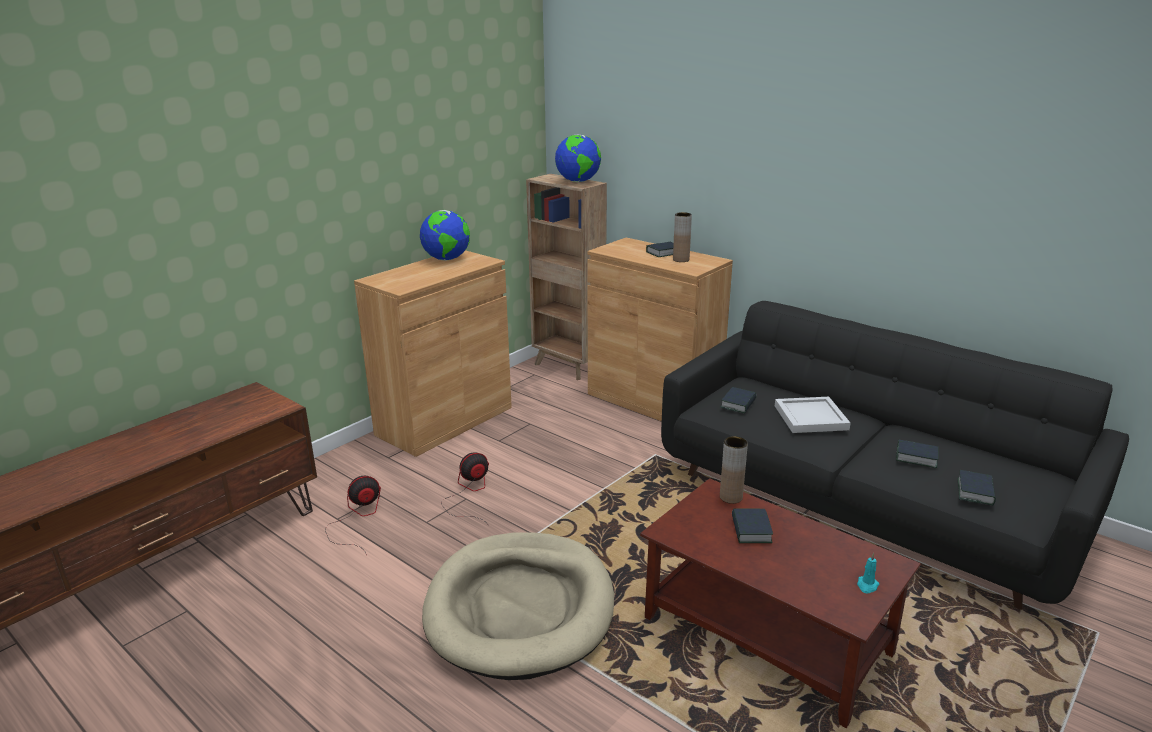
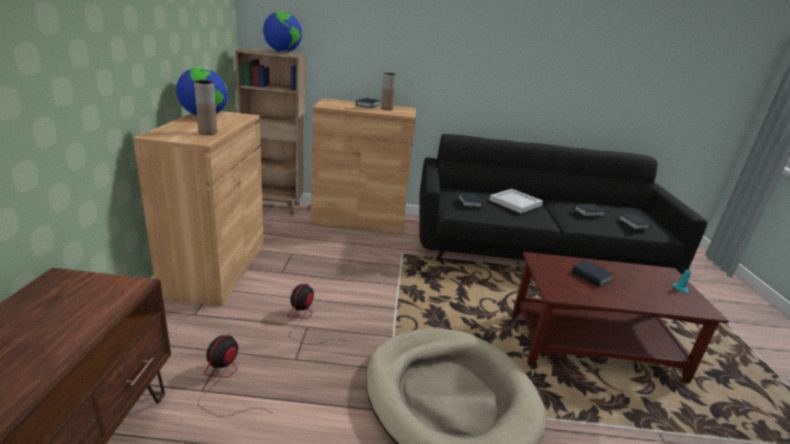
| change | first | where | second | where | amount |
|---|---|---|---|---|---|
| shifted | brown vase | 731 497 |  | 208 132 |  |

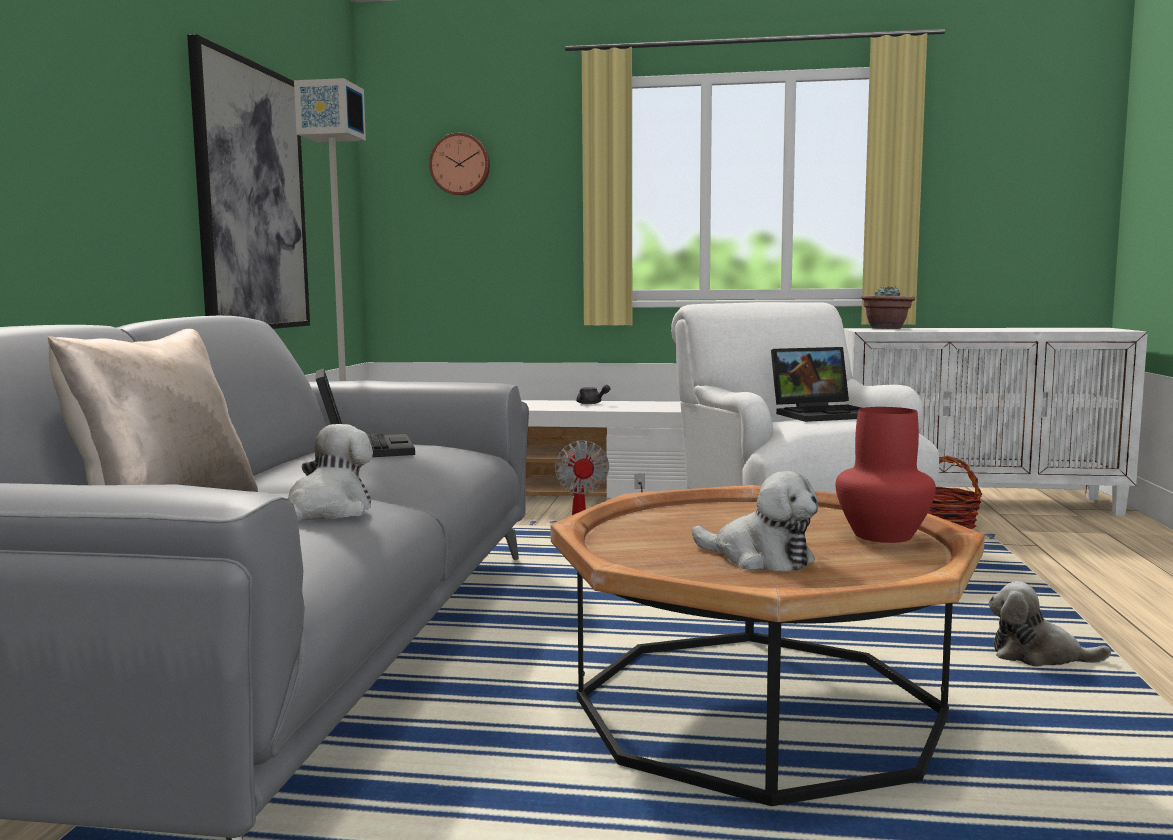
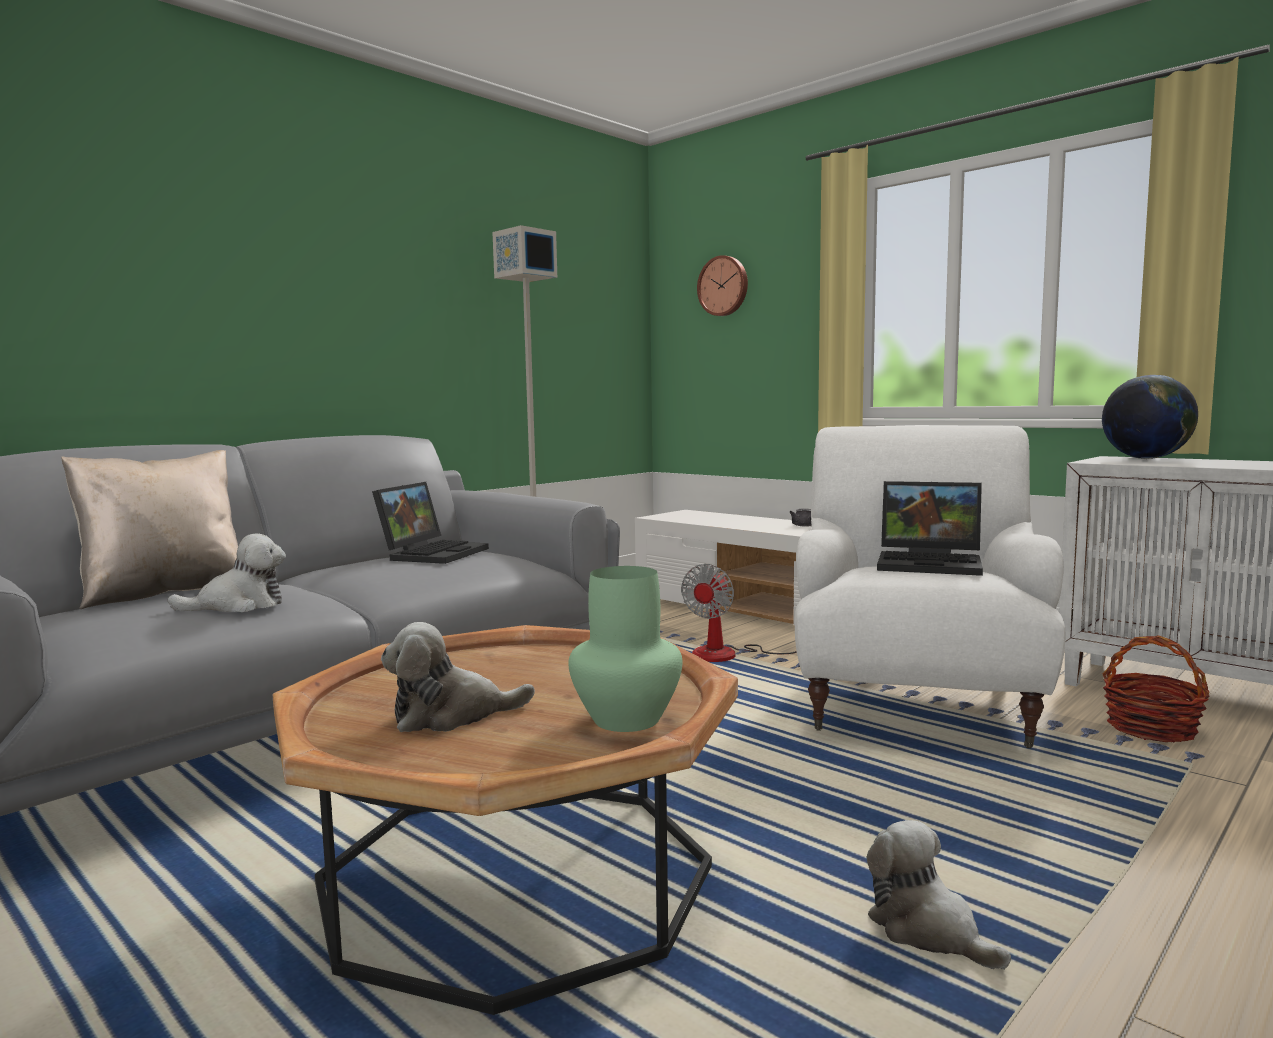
| change | first | where | second | where | amount |
|---|---|---|---|---|---|
| gone | wall picture | 251 198 |  |  |  |
| swapped | potted plant | 886 328 | desk globe | 1146 459 |  |
| repainted | red-coloured vase | 881 535 | green vase | 625 719 |  |
| rotated | cuddly toy | 759 558 |  | 451 715 | 90 degrees clockwise |

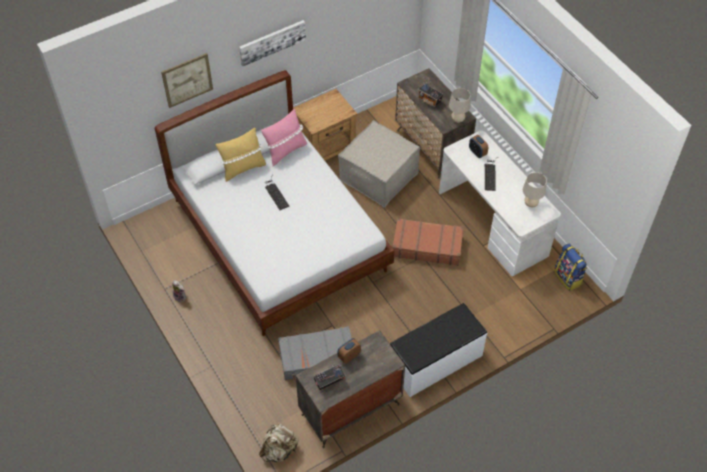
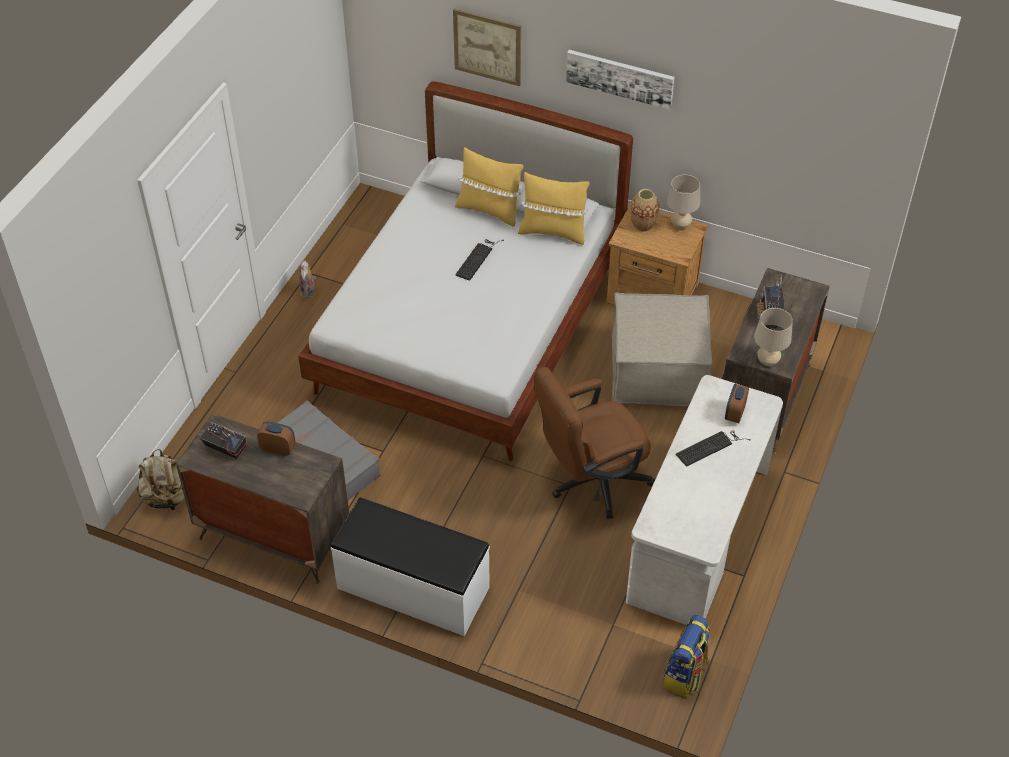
| change | first | where | second | where | amount |
|---|---|---|---|---|---|
| repainted | pink-coloured throw pillow | 285 151 | yellow throw pillow | 553 232 |  |
| shifted | beige table lamp | 531 204 |  | 680 225 |  |
| swapped | brown piece of luggage | 427 246 | brown office chair | 590 482 |  |
| new |  |  | vase | 643 224 |  |

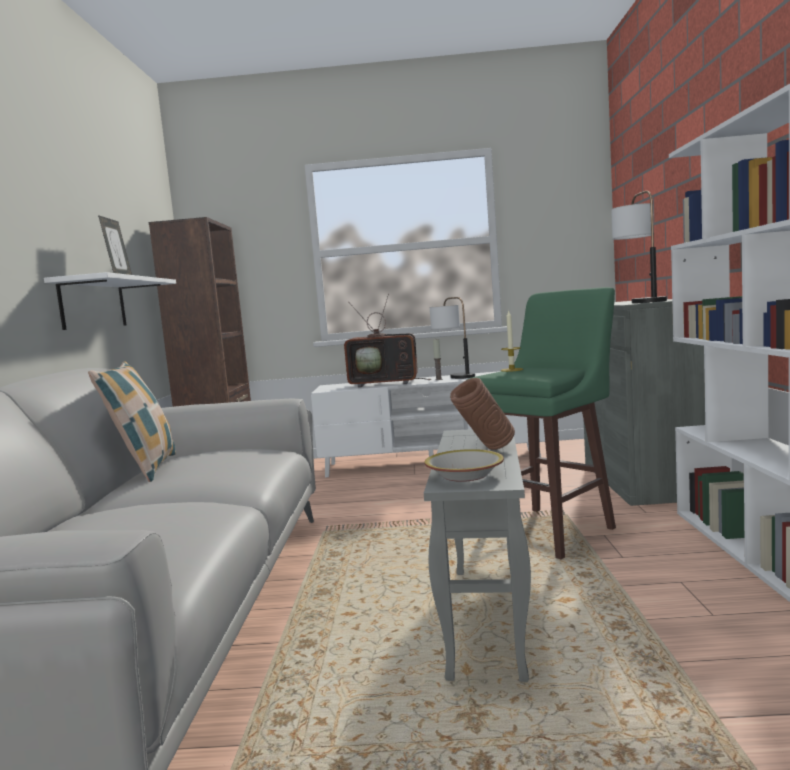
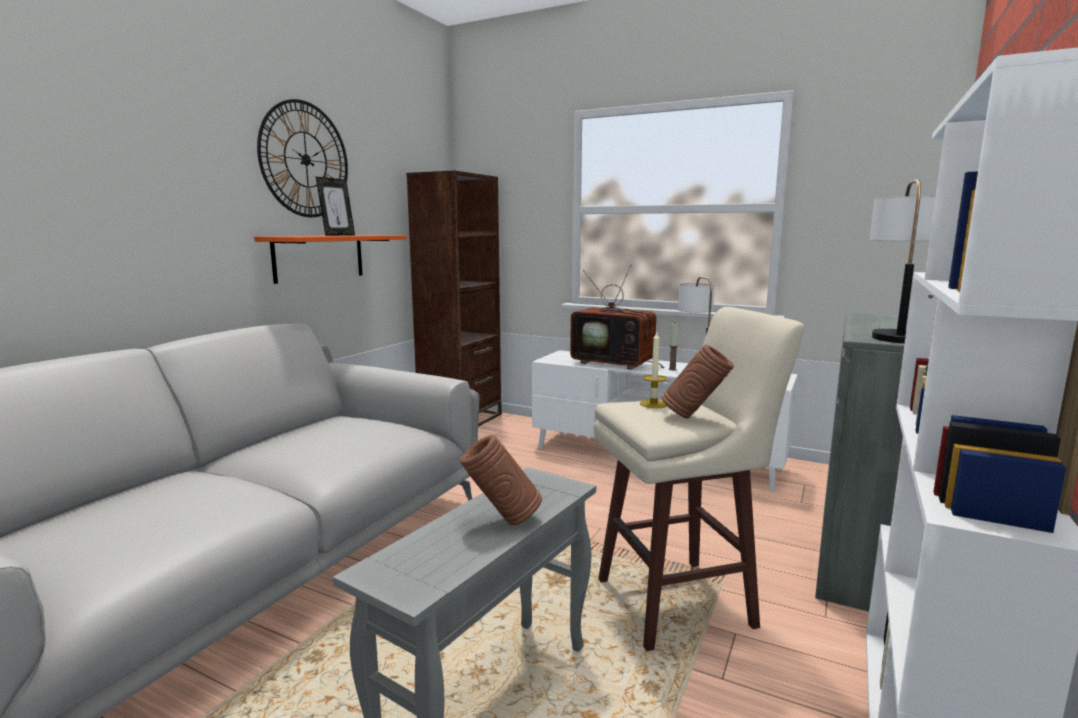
| change | first | where | second | where | amount |
|---|---|---|---|---|---|
| repainted | white bracket shelf | 93 304 | orangey bracket shelf | 319 257 |  |
| repainted | green sitting stool | 550 531 | beige sitting stool | 679 602 |  |
| gone | throw pillow | 145 469 |  |  |  |
| gone | deep dish | 465 475 |  |  |  |
| new |  |  | wall clock | 305 159 |  |
| new |  |  | brown vase | 695 418 |  |

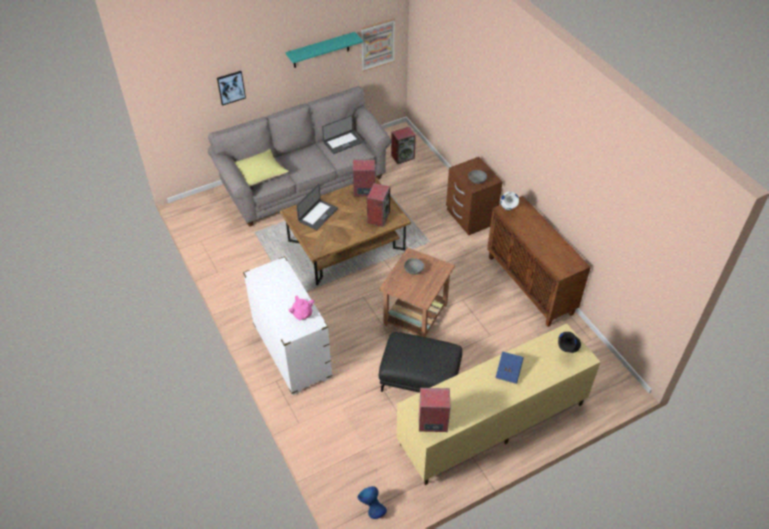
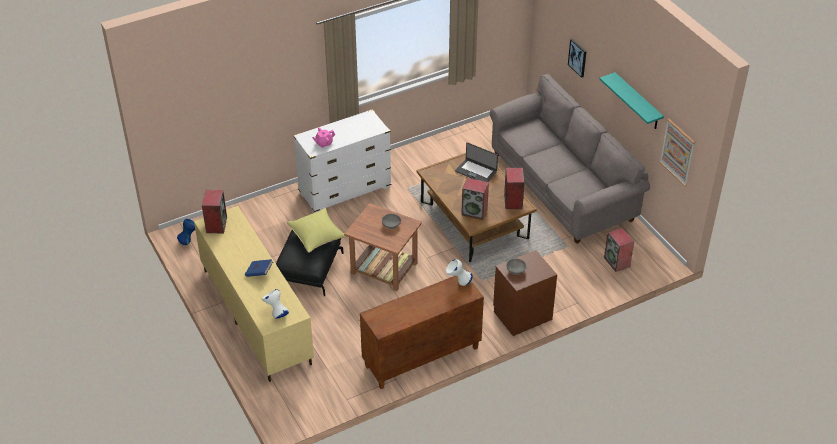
| change | first | where | second | where | amount |
|---|---|---|---|---|---|
| gone | laptop | 342 142 |  |  |  |
| shifted | yellow throw pillow | 260 174 |  | 317 237 |  |
| repainted | black-coloured vase | 567 352 | white vase | 276 313 |  |

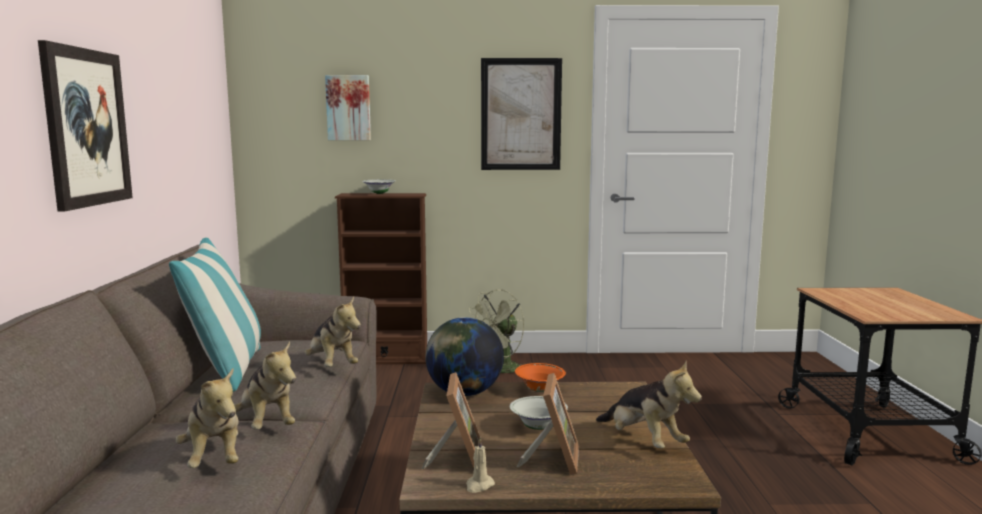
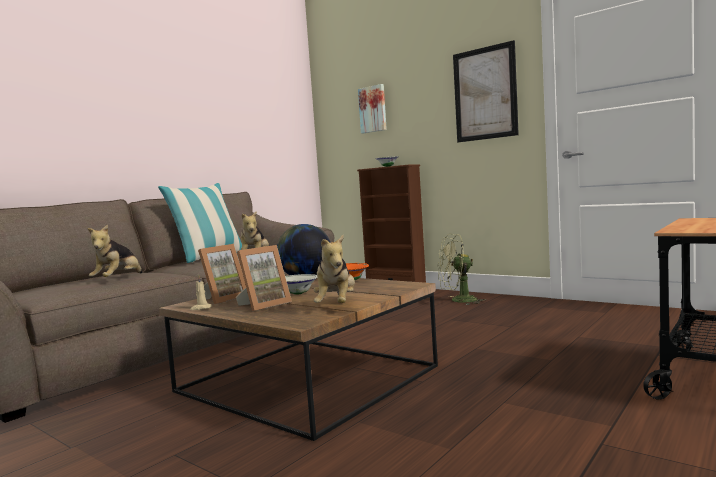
| change | first | where | second | where | amount |
|---|---|---|---|---|---|
| gone | wall picture | 86 127 |  |  |  |
| gone | cuddly toy | 267 424 |  |  |  |

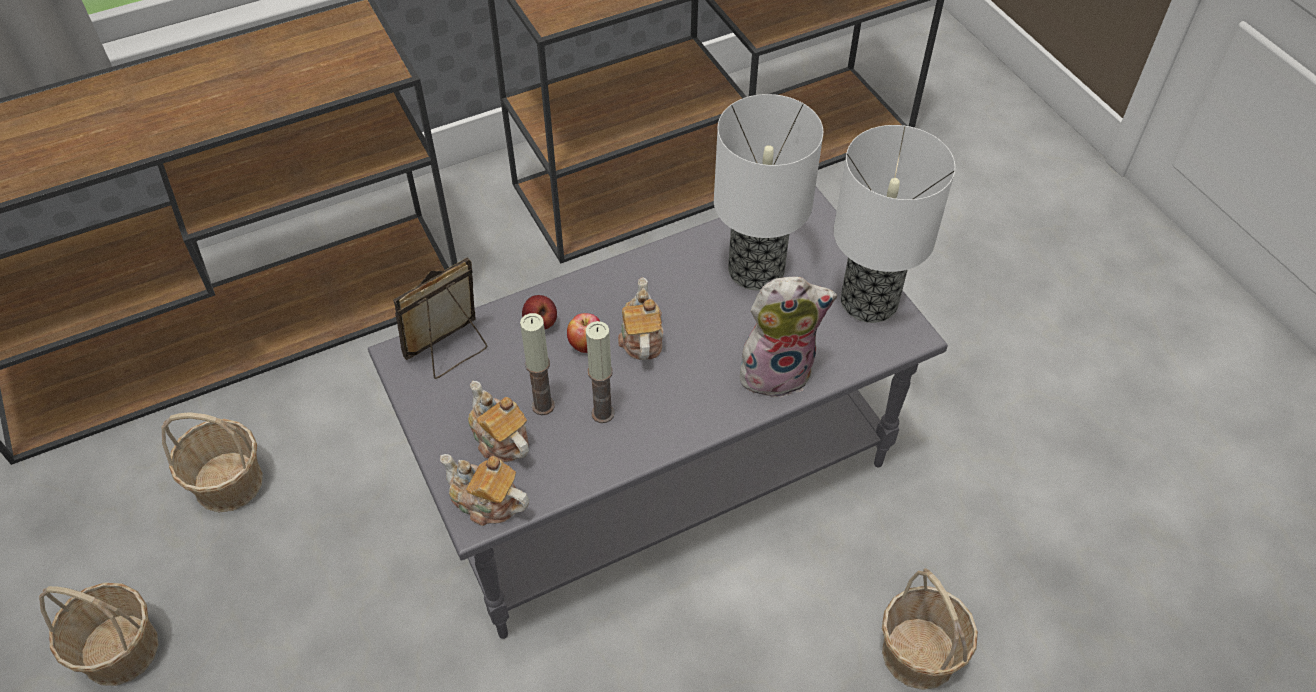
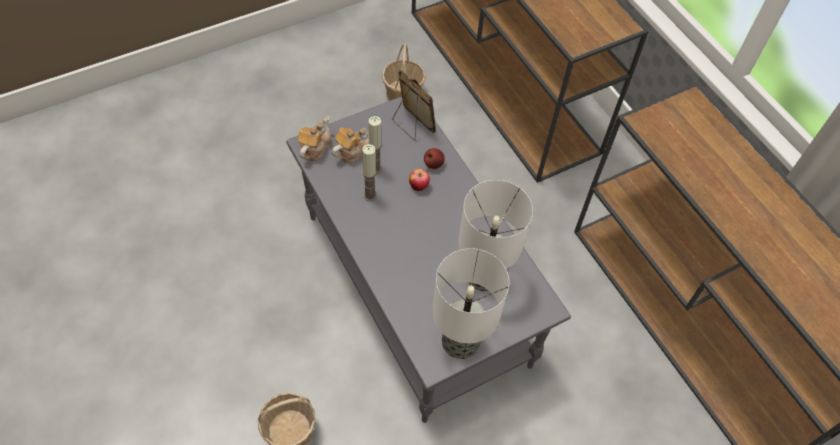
| change | first | where | second | where | amount |
|---|---|---|---|---|---|
| gone | pot for tea | 641 337 |  |  |  |
| gone | cuddly toy | 777 370 |  |  |  |
| gone | household basket | 120 649 |  |  |  |

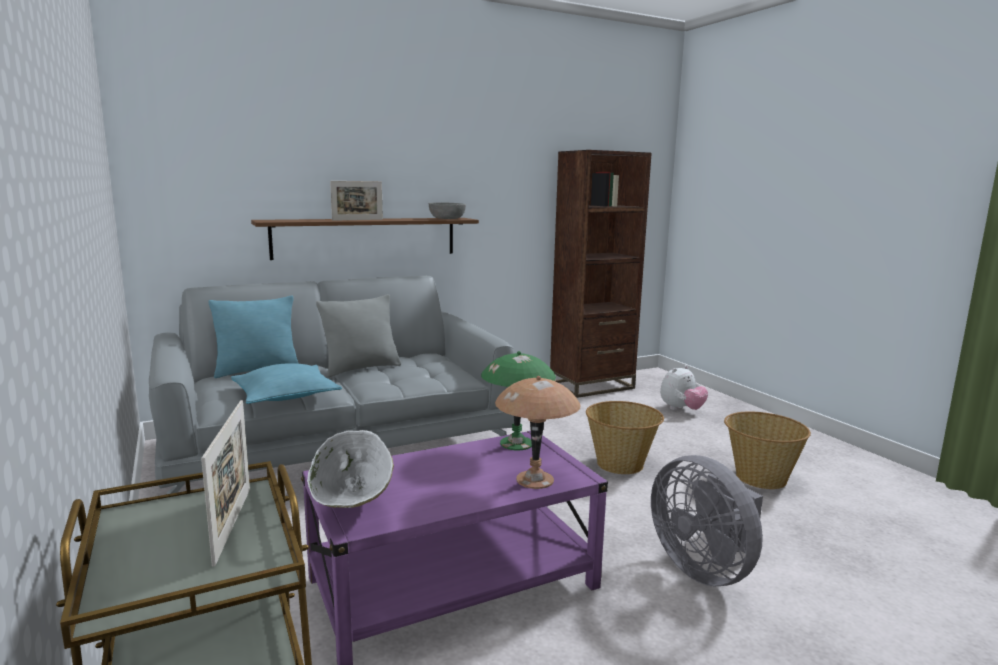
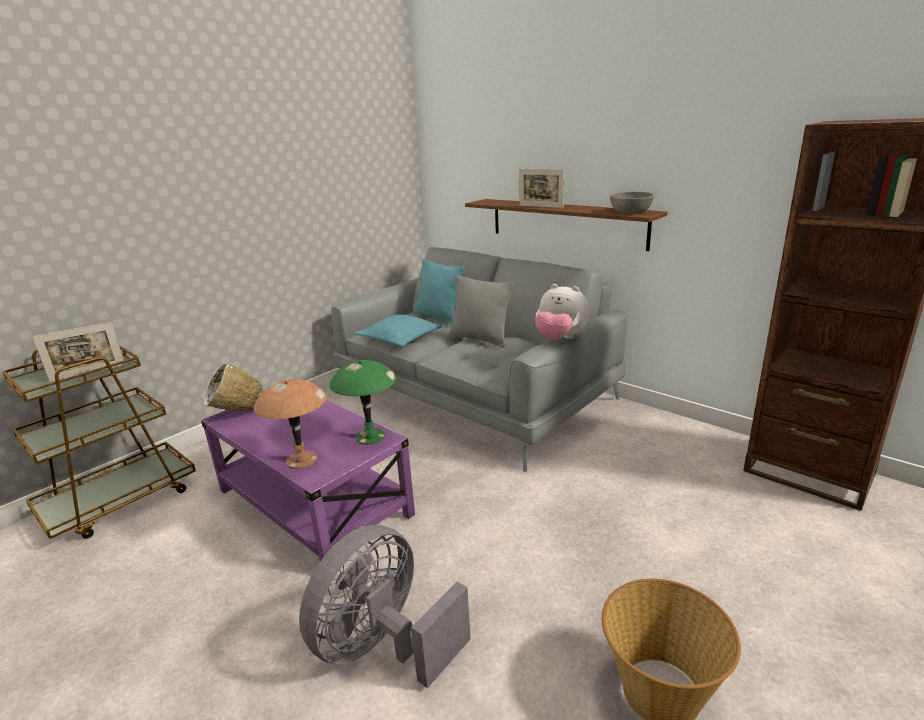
| change | first | where | second | where | amount |
|---|---|---|---|---|---|
| shifted | cuddly toy | 681 409 |  | 560 339 |  |
| gone | household basket | 621 464 |  |  |  |

